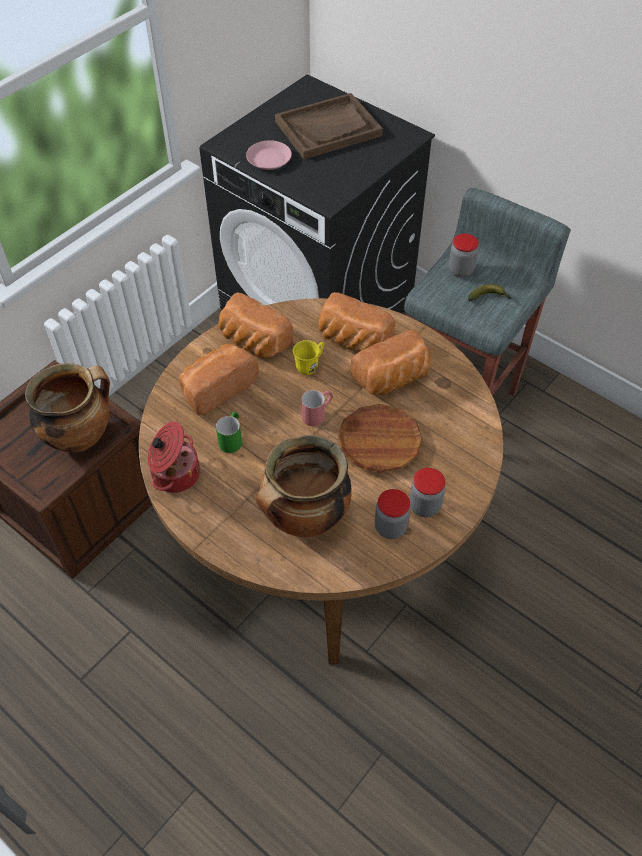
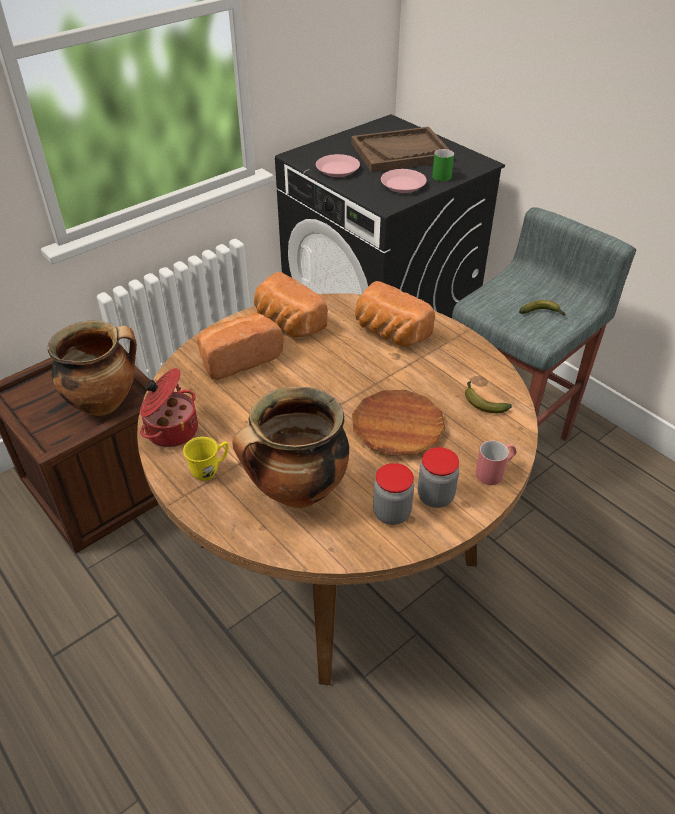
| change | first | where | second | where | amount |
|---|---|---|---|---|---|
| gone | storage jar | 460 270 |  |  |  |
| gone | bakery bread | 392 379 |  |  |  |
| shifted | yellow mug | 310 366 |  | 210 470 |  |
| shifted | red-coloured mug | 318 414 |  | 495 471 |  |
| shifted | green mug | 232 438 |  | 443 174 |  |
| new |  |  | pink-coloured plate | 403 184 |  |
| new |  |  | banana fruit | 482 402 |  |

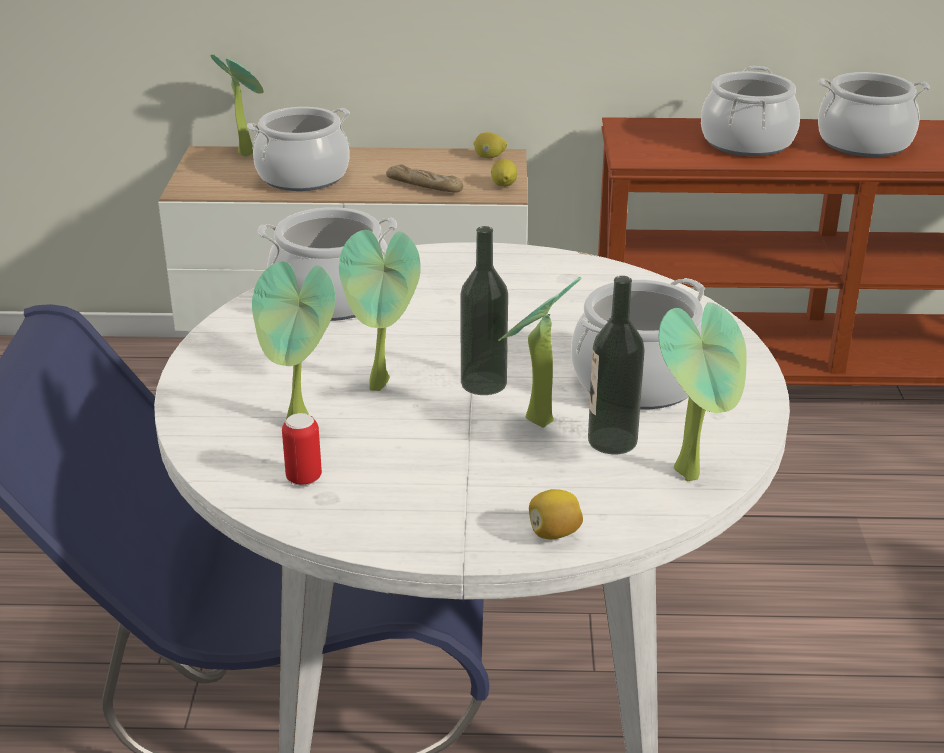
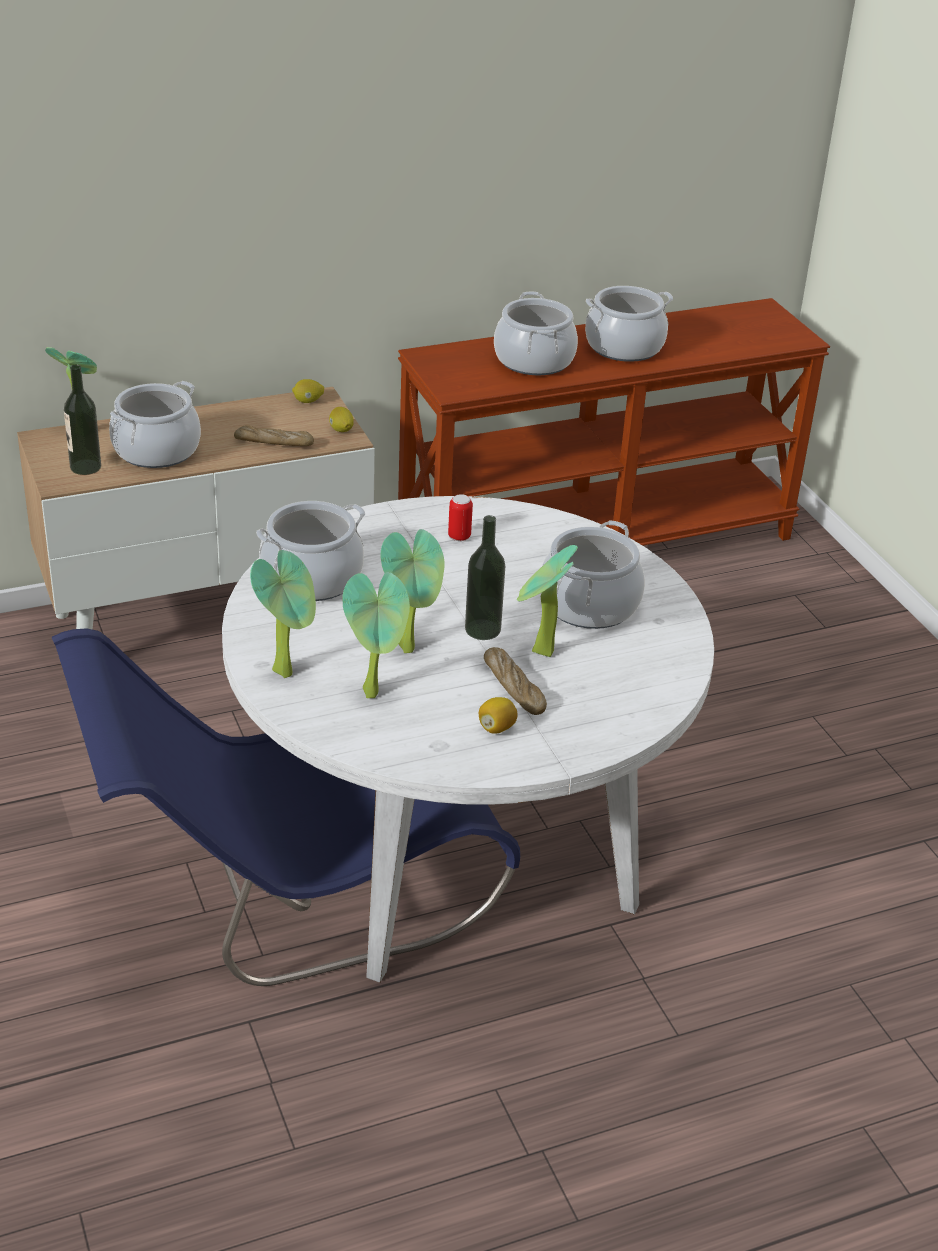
| change | first | where | second | where | amount |
|---|---|---|---|---|---|
| shifted | drink bottle | 612 441 |  | 85 467 |  |
| shifted | potted plant | 694 473 |  | 288 671 |  |
| shifted | metal can | 304 478 |  | 459 537 |  |
| shifted | citrus fruit | 554 533 |  | 496 728 |  |
| new |  |  | bakery bread | 514 687 |  |

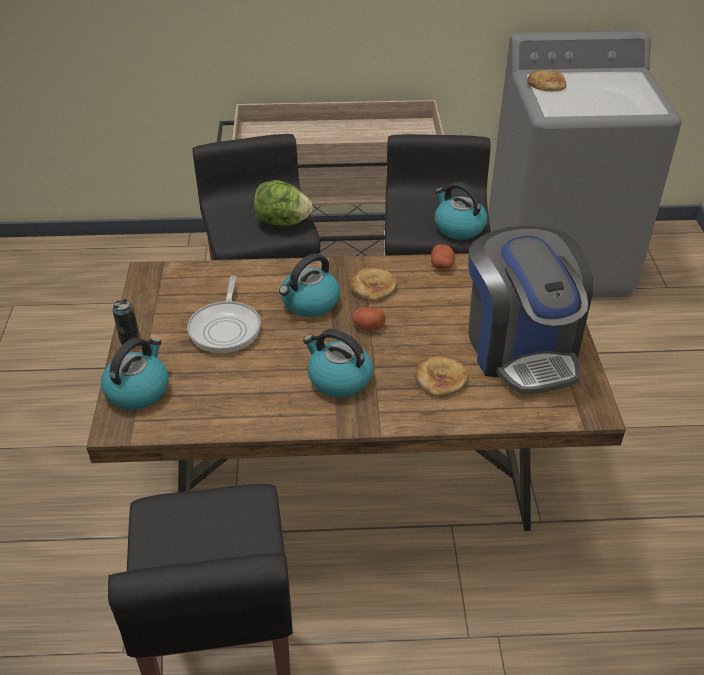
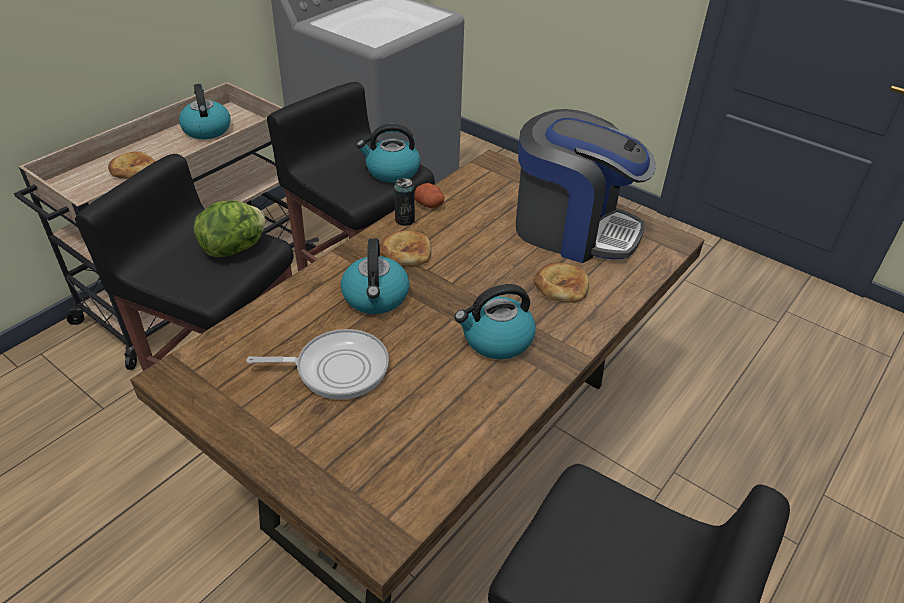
| change | first | where | second | where | amount |
|---|---|---|---|---|---|
| shifted | bakery bread | 546 84 |  | 133 169 |  |
| rotated | pan | 226 328 |  | 336 368 | 45 degrees counterclockwise |
| shifted | metal can | 129 339 |  | 404 220 |  |
| gone | spud | 367 326 |  |  |  |
| shifted | kettle | 138 390 |  | 206 129 |  |

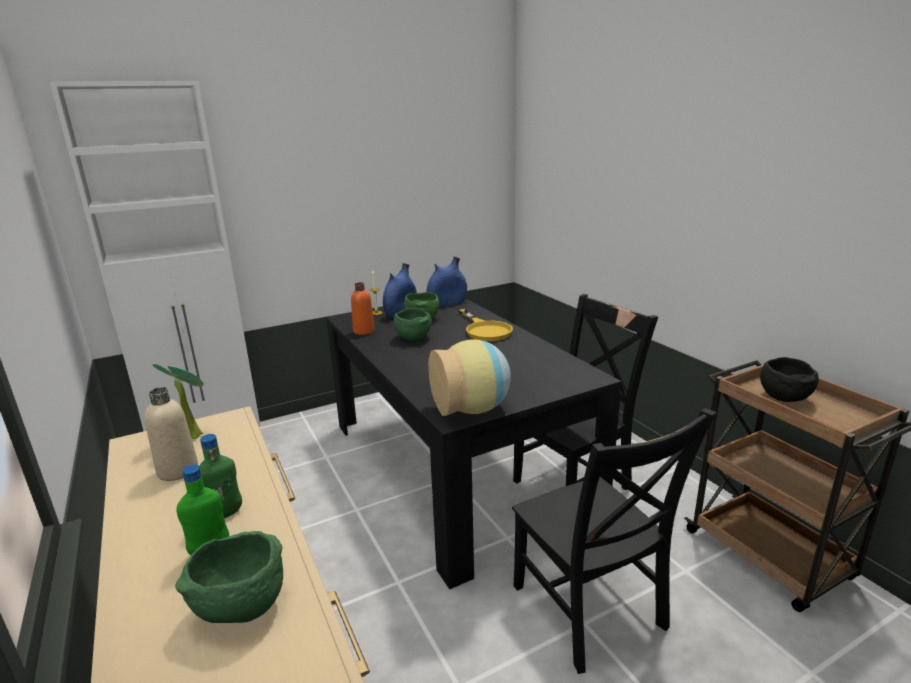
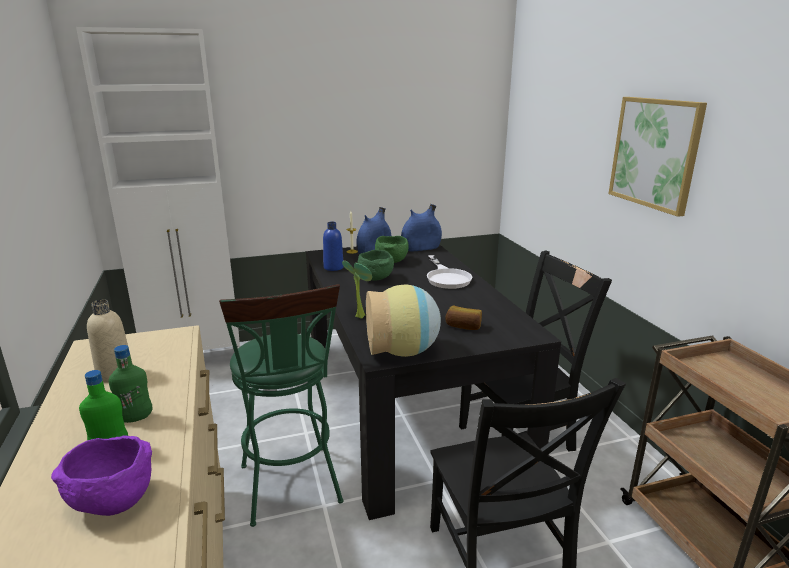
| change | first | where | second | where | amount |
|---|---|---|---|---|---|
| repainted | orangey drink bottle | 364 331 | blue drink bottle | 333 267 |  |
| repainted | yellow pan | 485 330 | white pan | 446 277 |  |
| gone | black-coloured deep dish | 782 397 |  |  |  |
| shifted | potted plant | 194 435 |  | 359 315 |  |
| repainted | green deep dish | 240 609 | purplish deep dish | 111 503 |  |
| new |  |  | wall picture | 655 153 |  |
| new |  |  | green sitting stool | 292 490 |  |
| new |  |  | bakery bread | 463 326 |  |

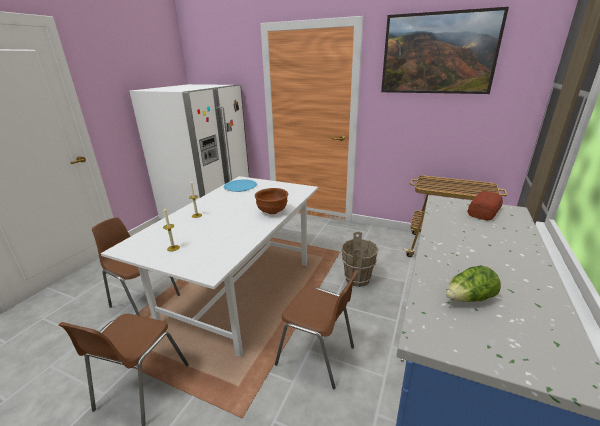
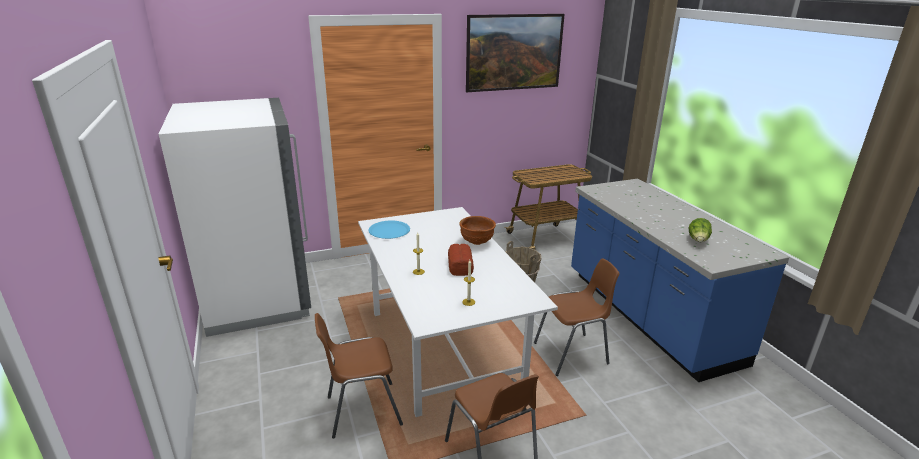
| change | first | where | second | where | amount |
|---|---|---|---|---|---|
| shifted | bakery bread | 483 211 |  | 460 265 |  |

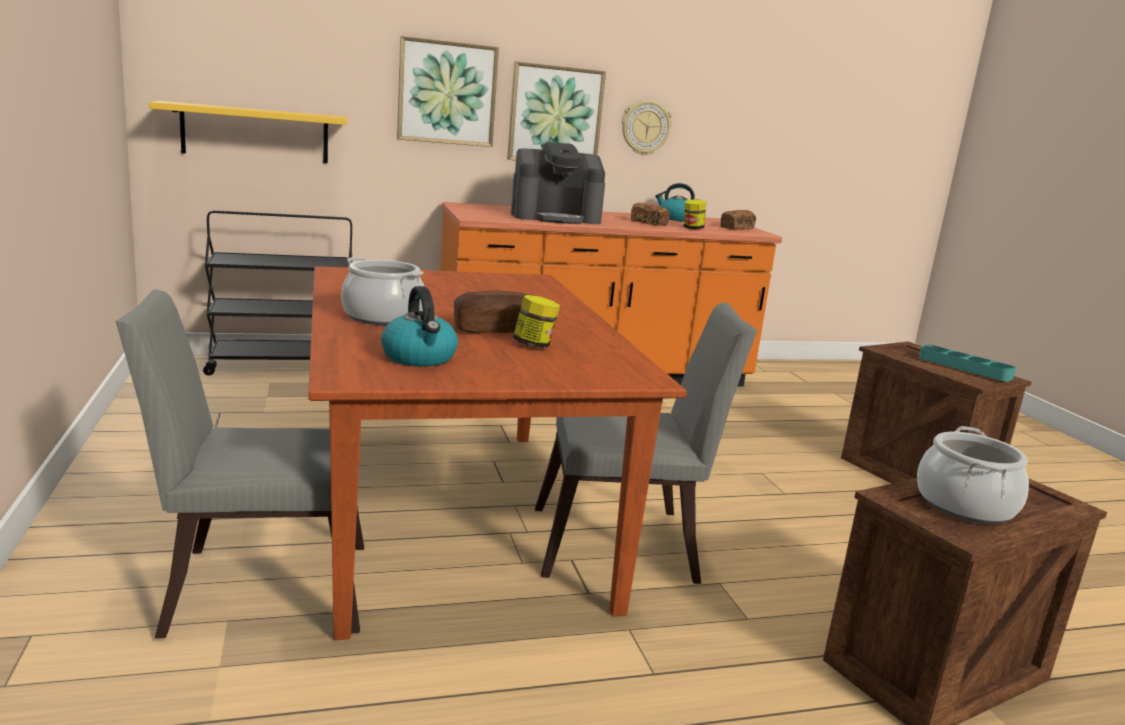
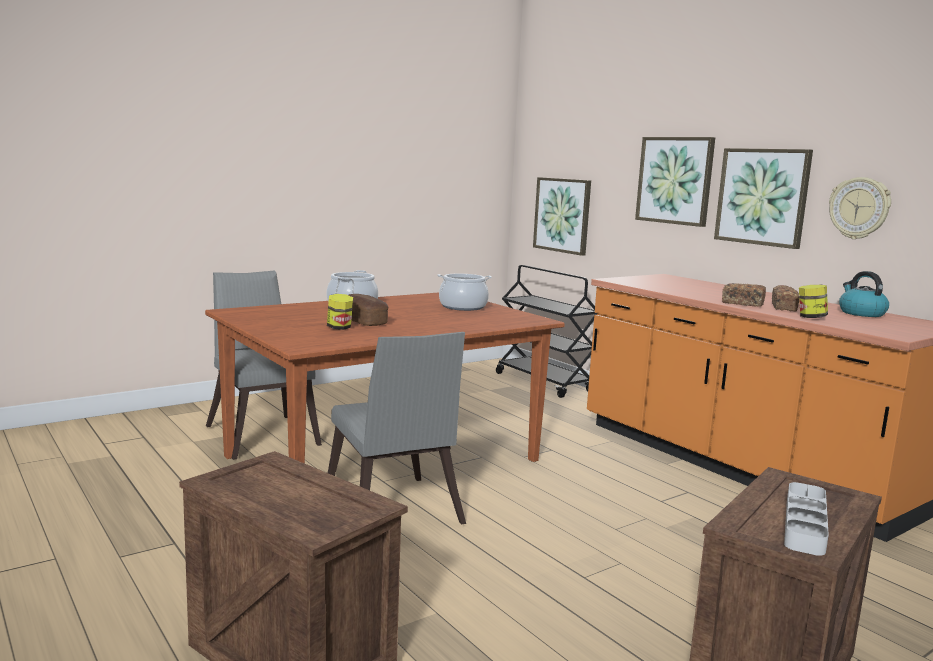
| change | first | where | second | where | amount |
|---|---|---|---|---|---|
| swapped | yellow bracket shelf | 255 133 | wall picture | 562 215 |  |
| gone | coffee brewer | 555 218 |  |  |  |
| shifted | bakery bread | 737 228 |  | 742 303 |  |
| gone | kettle | 420 358 |  |  |  |
| repainted | blue-green serving tray | 964 368 | gray serving tray | 804 524 |  |
| shifted | cooking pot | 964 505 |  | 463 307 |  |

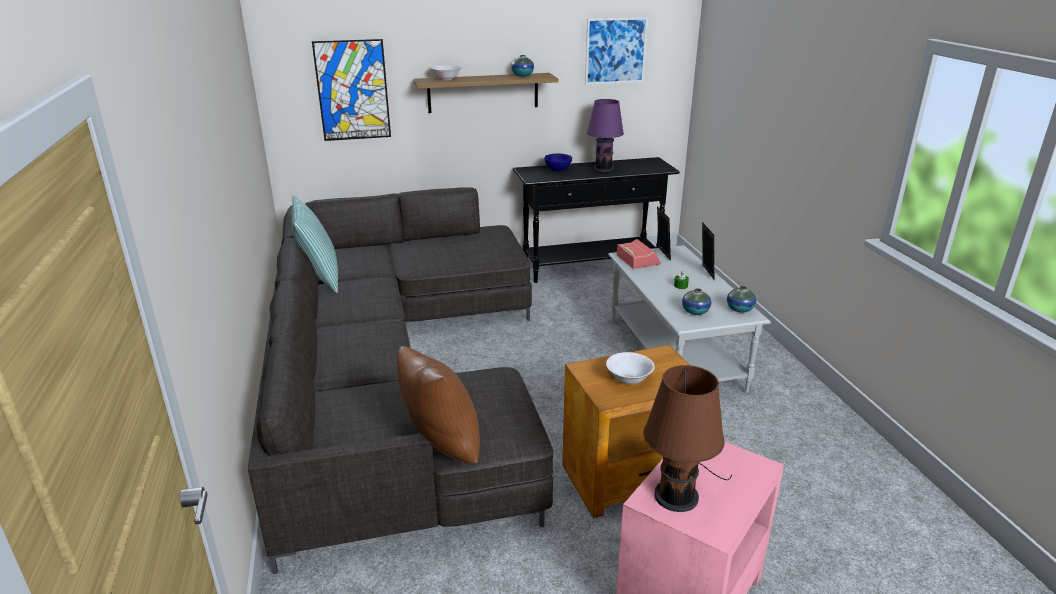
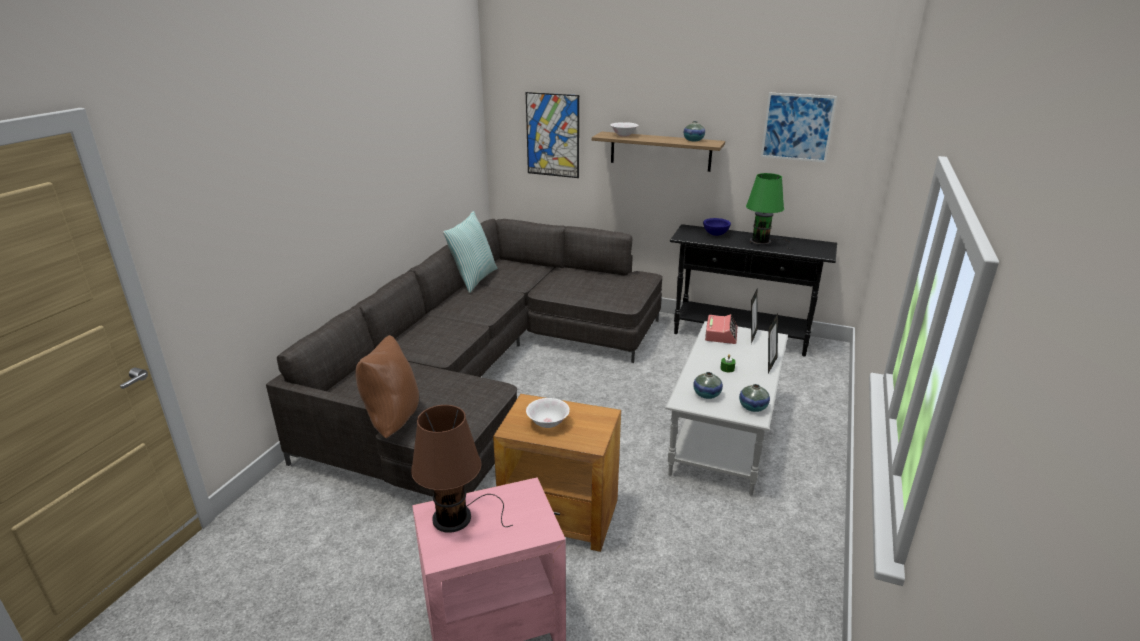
| change | first | where | second | where | amount |
|---|---|---|---|---|---|
| repainted | purplish table lamp | 605 168 | green table lamp | 763 242 |  |

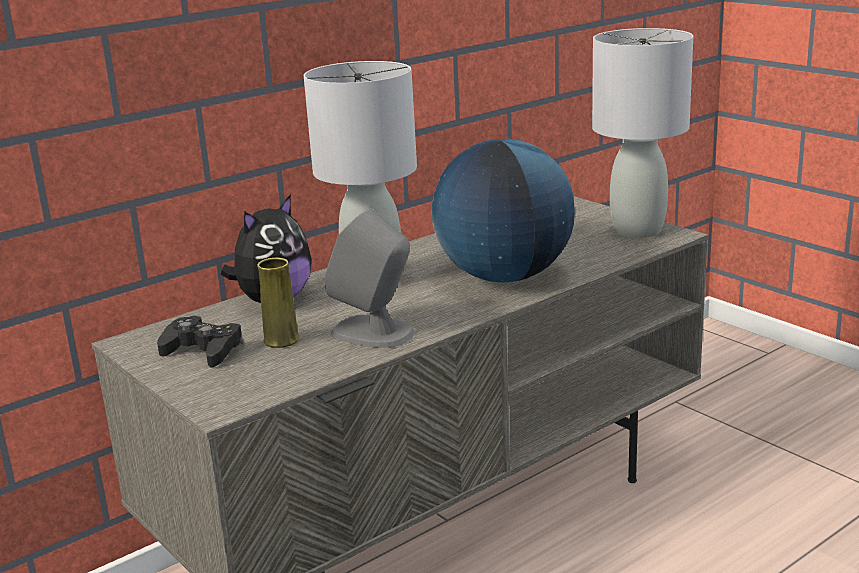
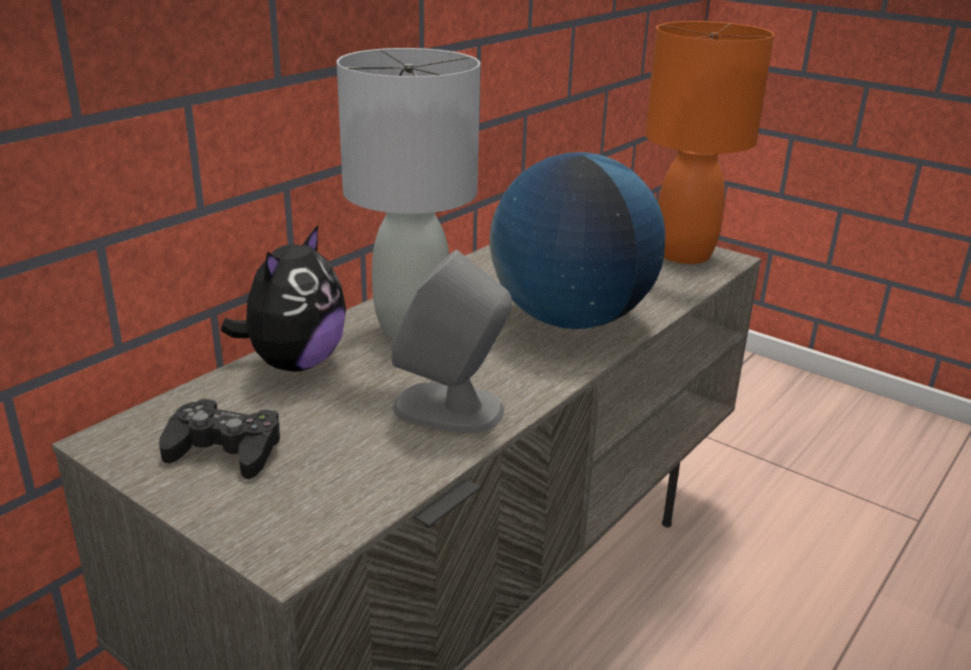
| change | first | where | second | where | amount |
|---|---|---|---|---|---|
| repainted | gray table lamp | 637 230 | orangey table lamp | 683 254 |  |
| gone | yellow vase | 281 340 |  |  |  |

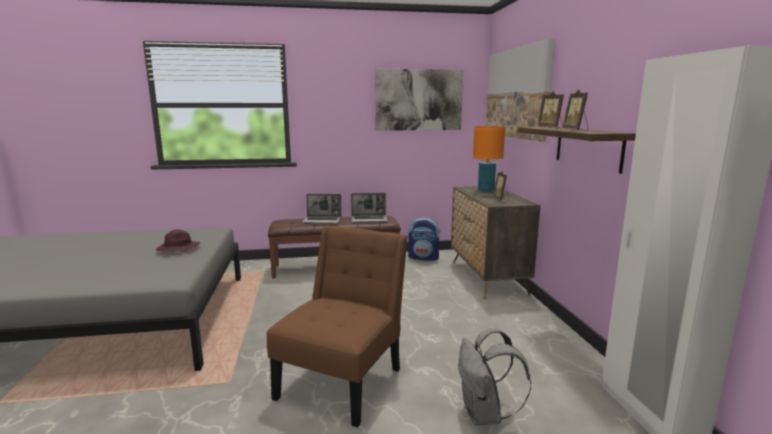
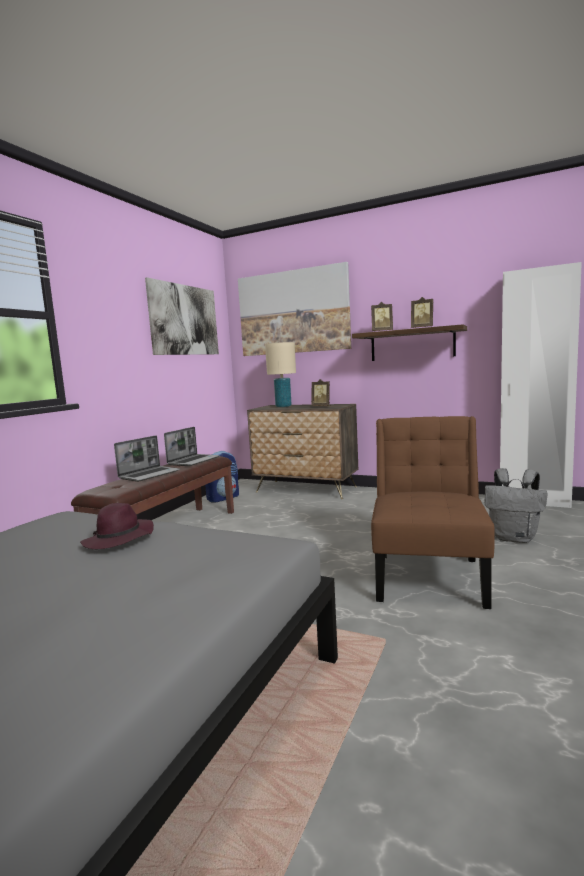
| change | first | where | second | where | amount |
|---|---|---|---|---|---|
| repainted | orangey table lamp | 486 190 | beige table lamp | 283 406 |  |
| rotated | brown plain chair | 343 379 |  | 429 575 | 45 degrees clockwise |

